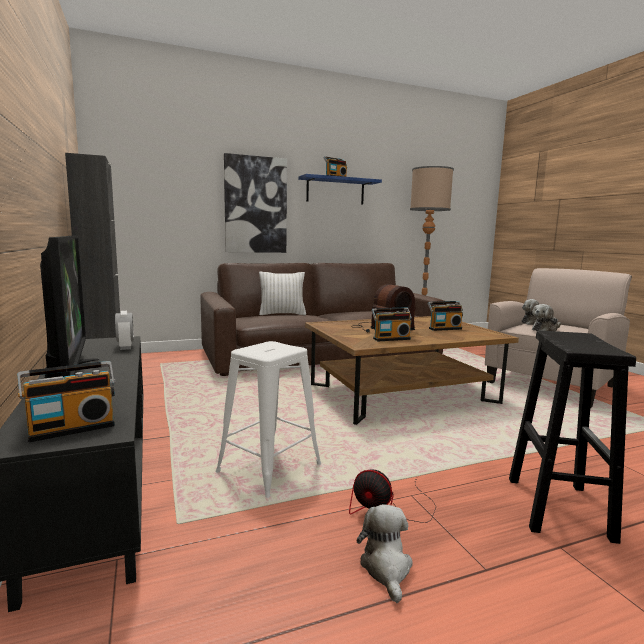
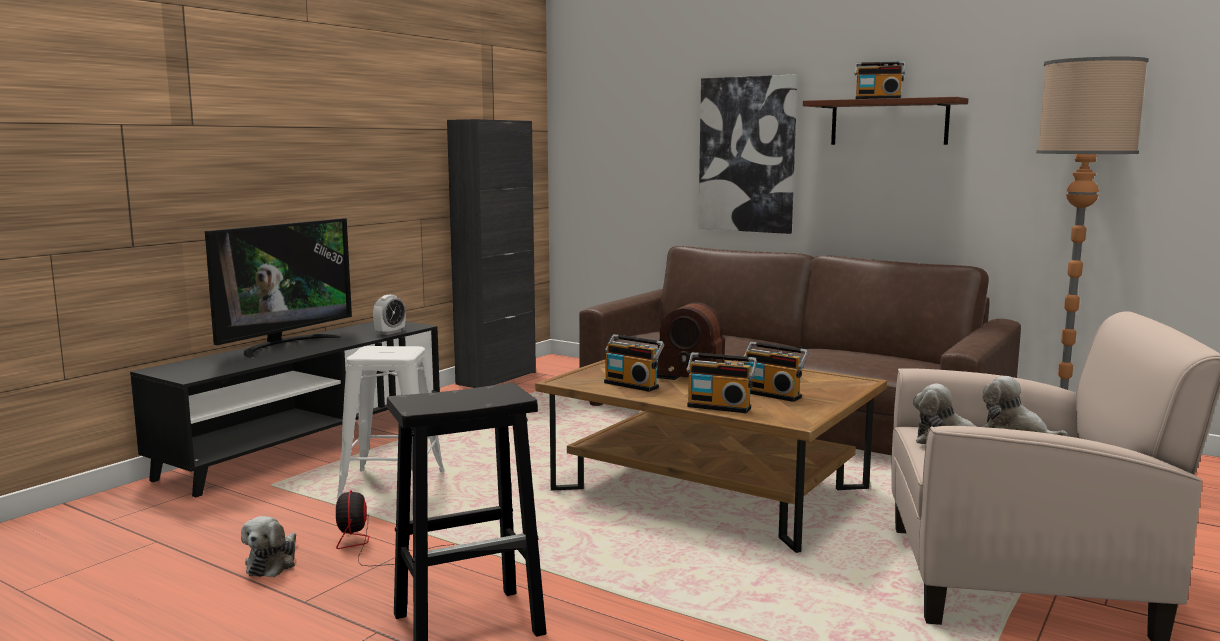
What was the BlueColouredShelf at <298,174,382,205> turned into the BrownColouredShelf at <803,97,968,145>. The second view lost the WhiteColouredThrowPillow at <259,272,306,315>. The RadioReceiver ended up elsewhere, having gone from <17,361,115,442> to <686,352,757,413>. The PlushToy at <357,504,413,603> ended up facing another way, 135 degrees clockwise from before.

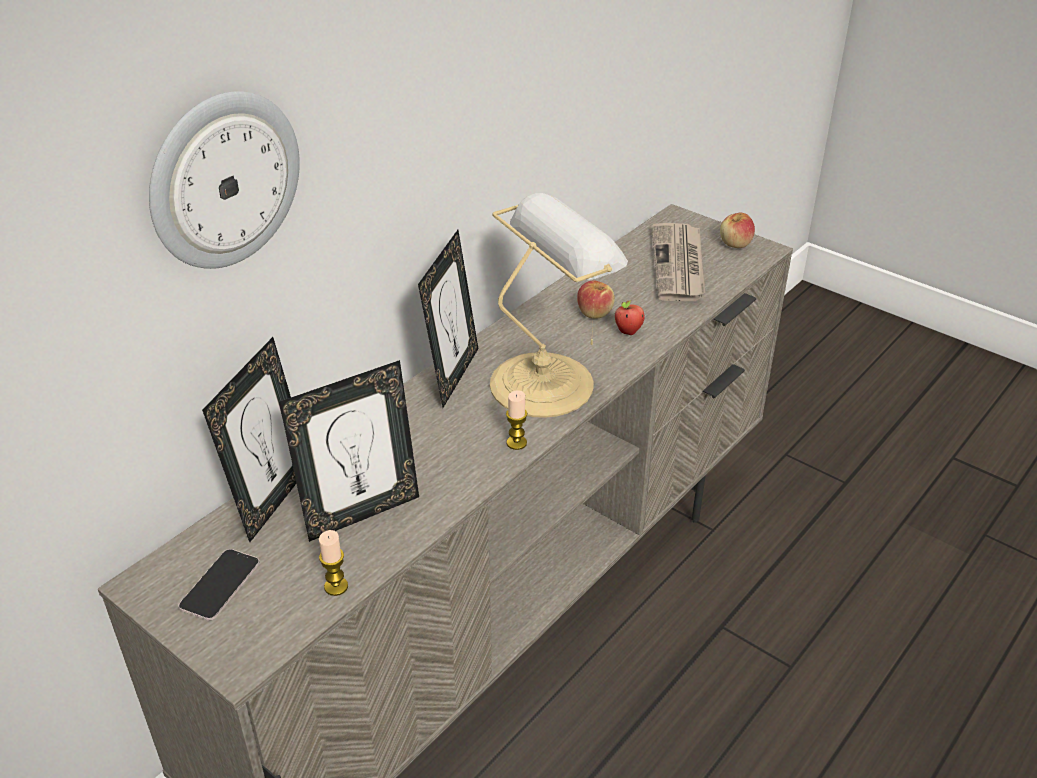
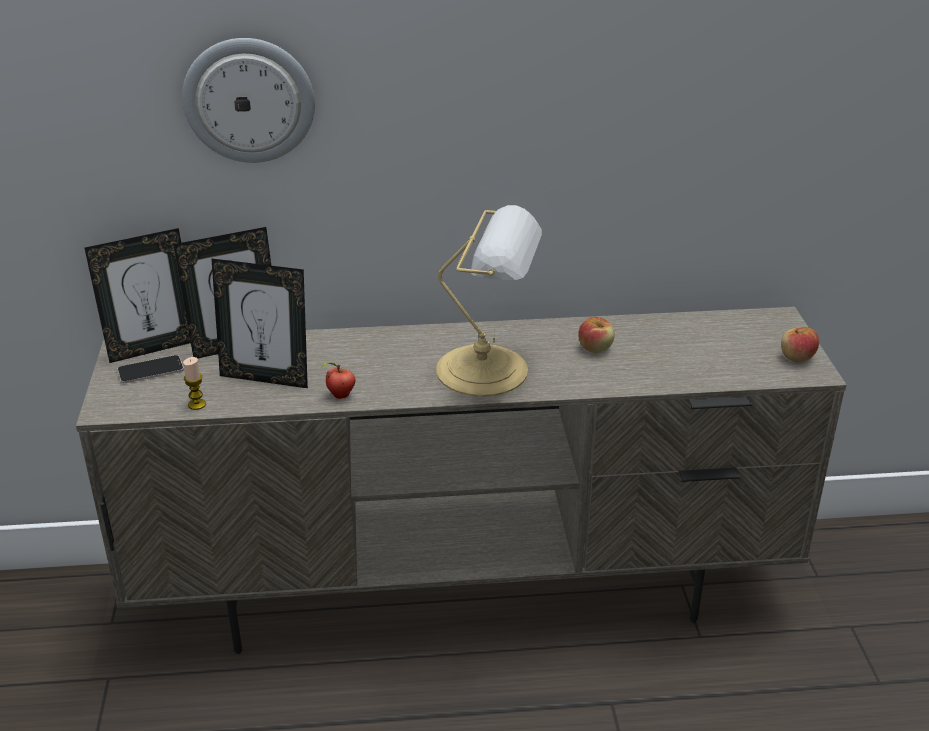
The second view lost the DailyPaper at <652,223,706,301>. The PictureFrame ended up elsewhere, having gone from <418,230,478,408> to <85,228,191,363>. The Apple ended up elsewhere, having gone from <615,300,645,335> to <322,362,355,399>. The second view lost the WaxCandle at <506,390,527,450>.

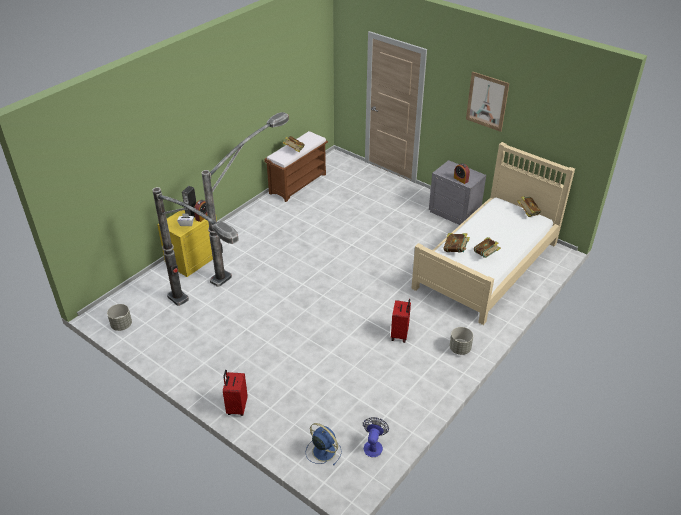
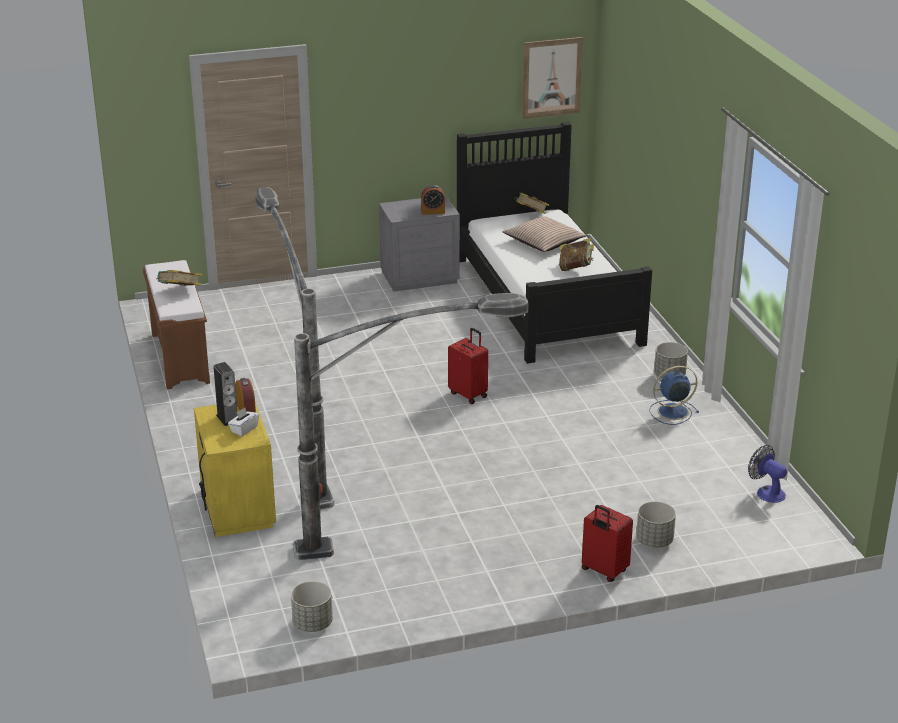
The Picture ended up elsewhere, having gone from <466,71,509,132> to <522,37,583,119>. What was the BeigeSleepingBed at <411,142,575,325> turned into the BlackishSleepingBed at <457,122,652,364>. The second view lost the Book at <443,233,470,253>. The RedColouredPieceOfLuggage ended up elsewhere, having gone from <391,299,411,343> to <448,328,488,404>. The BlueColouredFan ended up elsewhere, having gone from <305,423,342,465> to <649,366,699,425>. The second view gained the ThrowPillow at <503,216,587,252>. The second view gained the GreyishPlantPot at <636,502,676,548>.

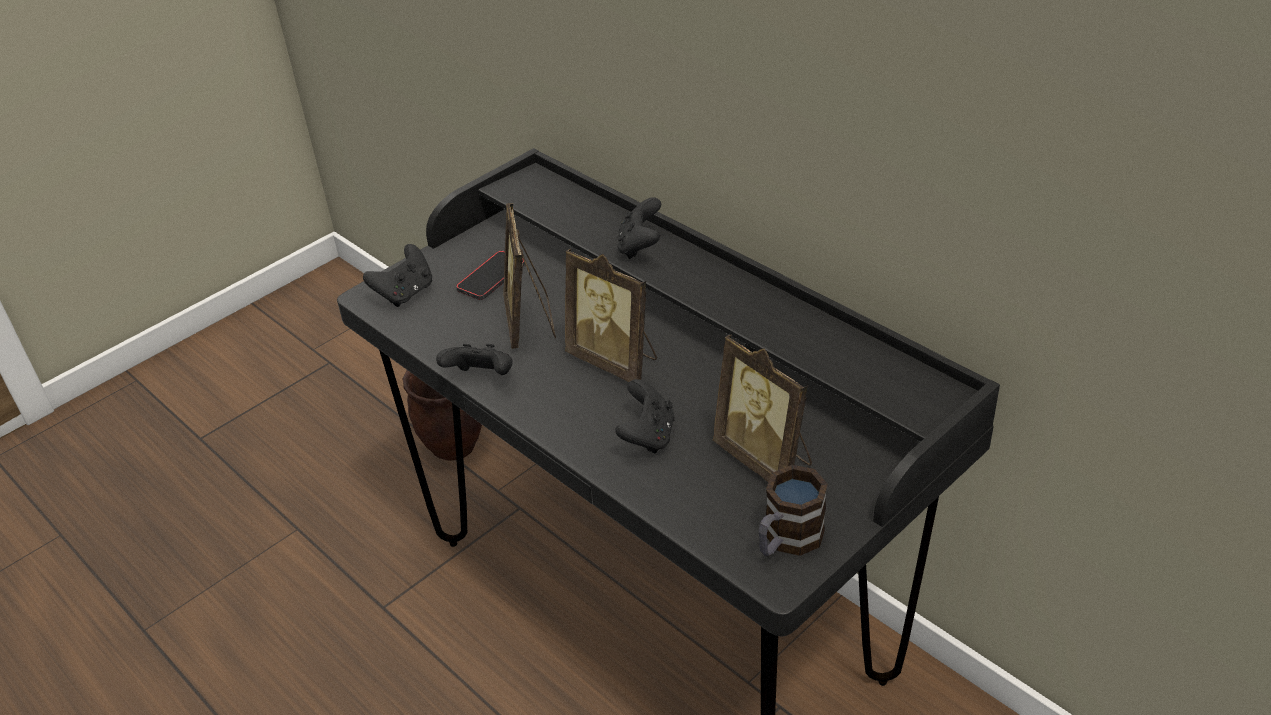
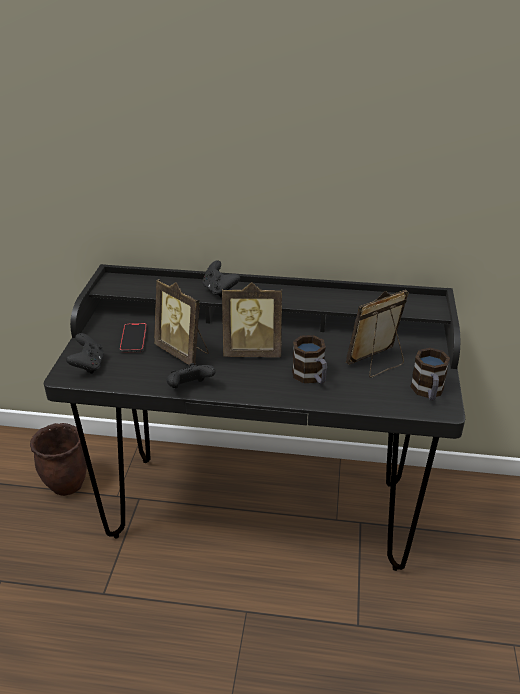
The PictureFrame at <713,335,812,482> ended up facing another way, 135 degrees clockwise from before. Where the BlackishJoypad stood at <615,379,675,453>, the Mug came to stand at <292,335,327,384>.

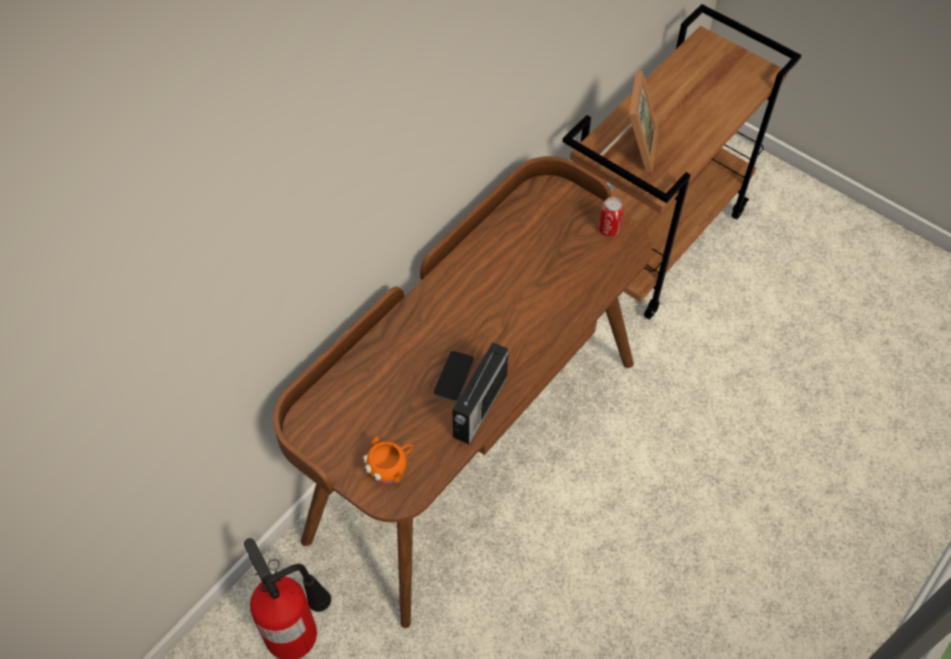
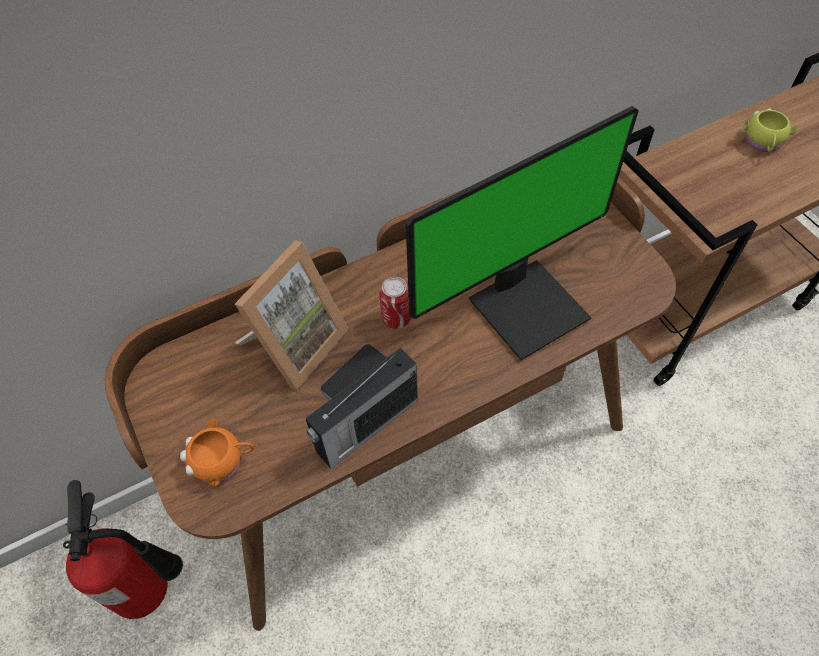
The PictureFrame ended up elsewhere, having gone from <599,71,658,172> to <235,240,348,390>. The MetalCan ended up elsewhere, having gone from <599,197,624,236> to <379,277,411,329>. The second view gained the ComputerScreen at <406,106,639,360>. The second view gained the YellowishMug at <743,109,798,152>.

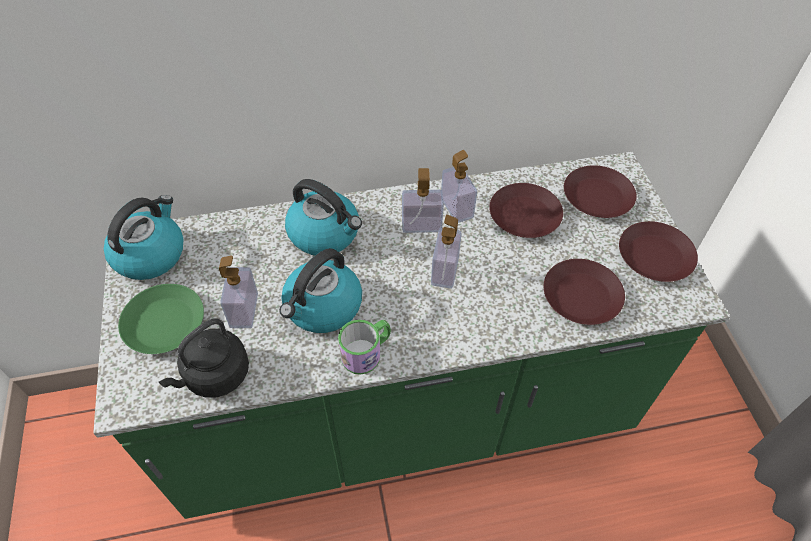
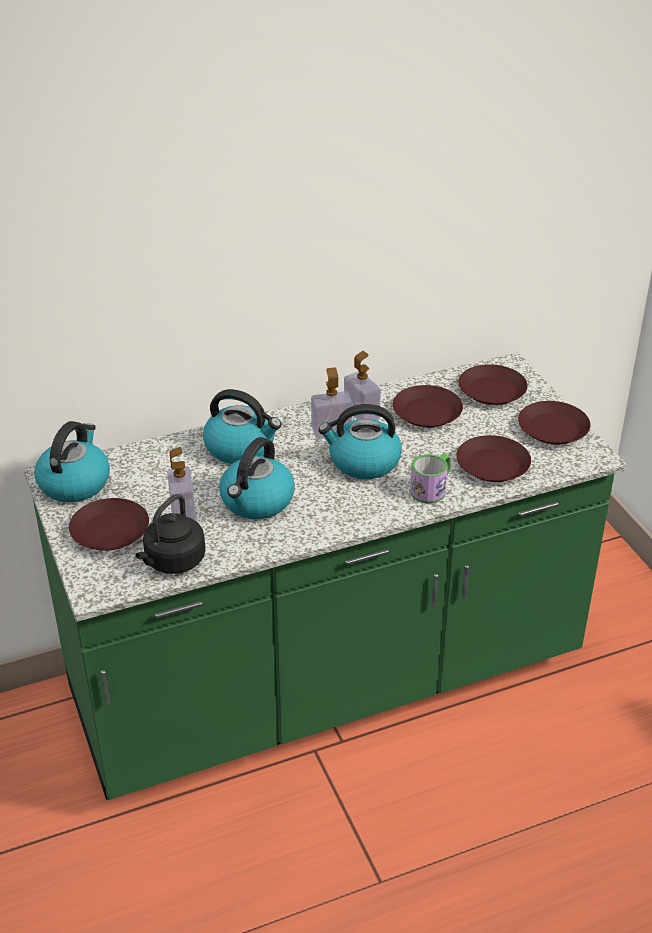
Where the SoapBottle stood at <431,215,462,289>, the TeaKettle came to stand at <318,404,402,479>. What was the GreenFlatDish at <118,284,204,354> turned into the BrownColouredFlatDish at <69,498,149,551>. The Mug ended up elsewhere, having gone from <338,320,391,375> to <410,453,451,504>.

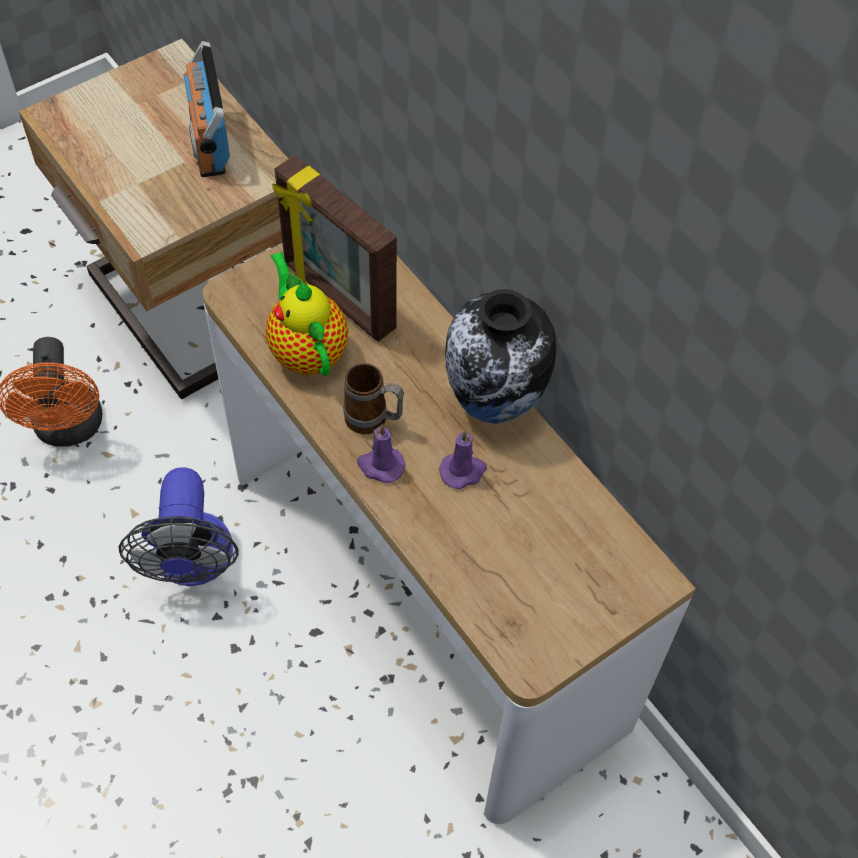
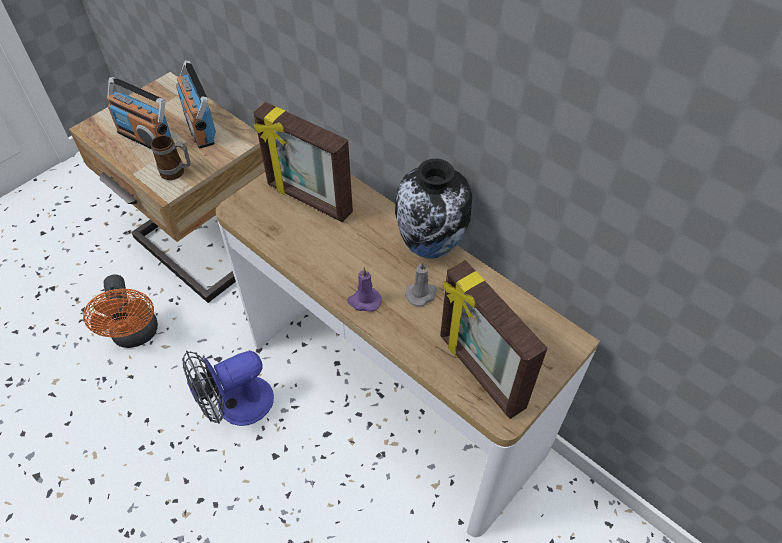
The second view lost the TeaPot at <266,252,348,376>. The Mug ended up elsewhere, having gone from <343,363,404,434> to <151,135,190,180>. What was the PurpleWaxCandle at <439,430,487,489> turned into the GreyishWaxCandle at <405,261,437,306>. The Fan at <119,467,239,586> ended up facing another way, 75 degrees clockwise from before. The second view gained the RadioReceiver at <107,77,172,149>. The second view gained the PictureFrame at <440,260,547,419>.

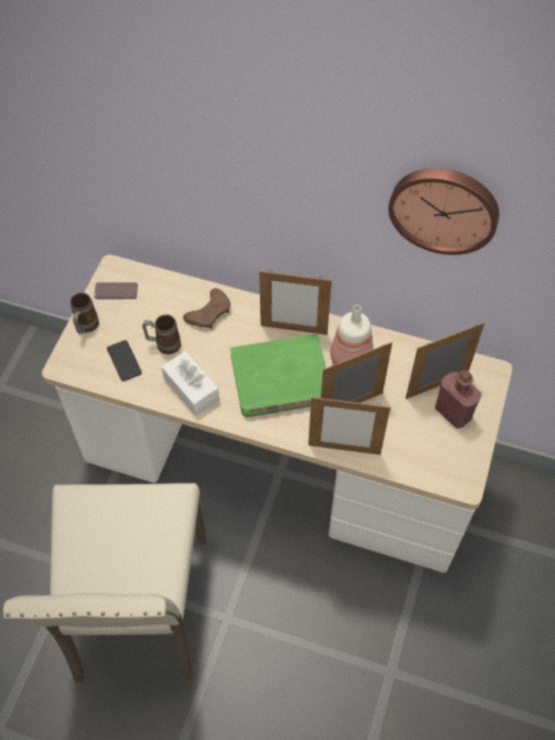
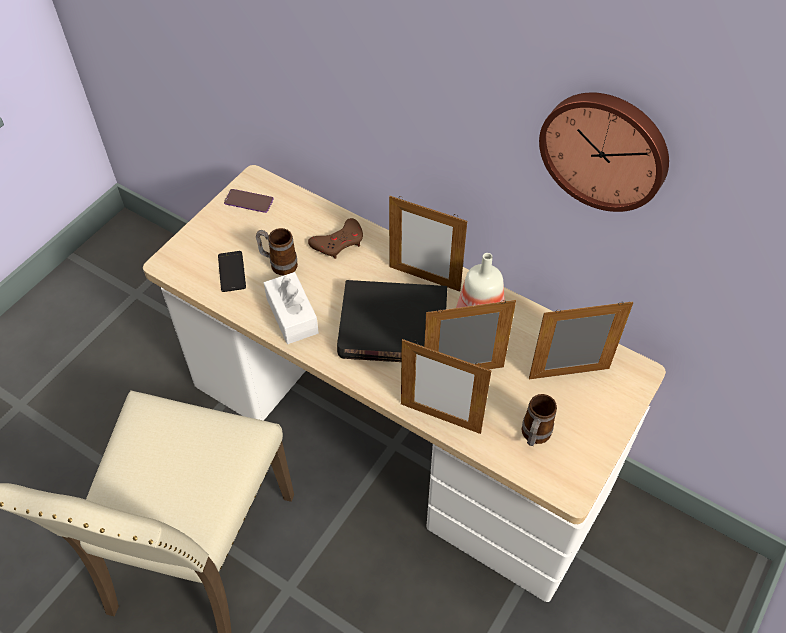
The Mug ended up elsewhere, having gone from <70,293,99,334> to <522,394,557,446>. What was the GreenBook at <230,334,326,417> turned into the BlackishBook at <337,280,447,362>. The second view lost the RedColouredDrinkBottle at <435,370,481,429>.

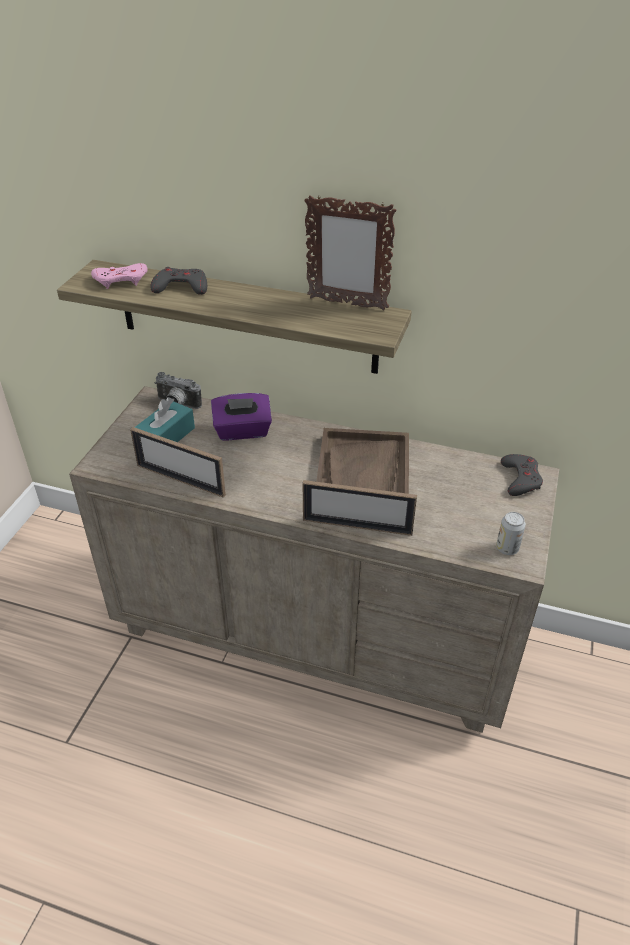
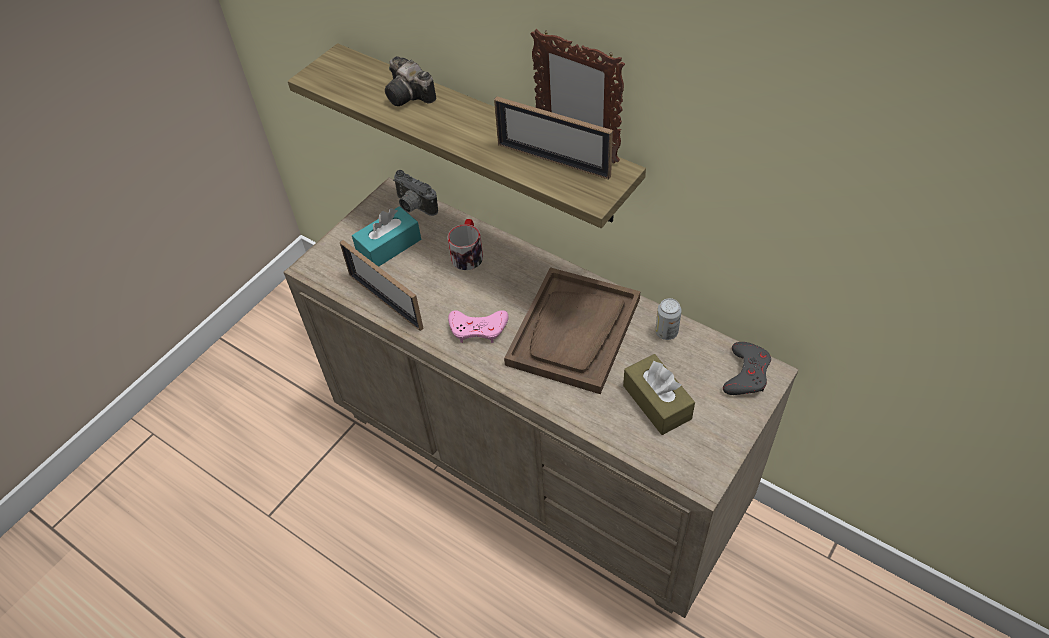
The PinkJoypad ended up elsewhere, having gone from <91,263,147,289> to <448,310,509,343>. Where the GreyishJoypad stood at <150,267,207,295>, the StillCamera came to stand at <385,56,436,106>. Where the PurpleBoxOfTissues stood at <211,393,272,440>, the Mug came to stand at <447,219,483,270>. The PictureFrame ended up elsewhere, having gone from <303,480,417,536> to <494,96,613,180>. The MetalCan ended up elsewhere, having gone from <496,512,526,555> to <655,298,682,340>. The second view gained the BrownColouredBoxOfTissues at <623,354,695,435>.

